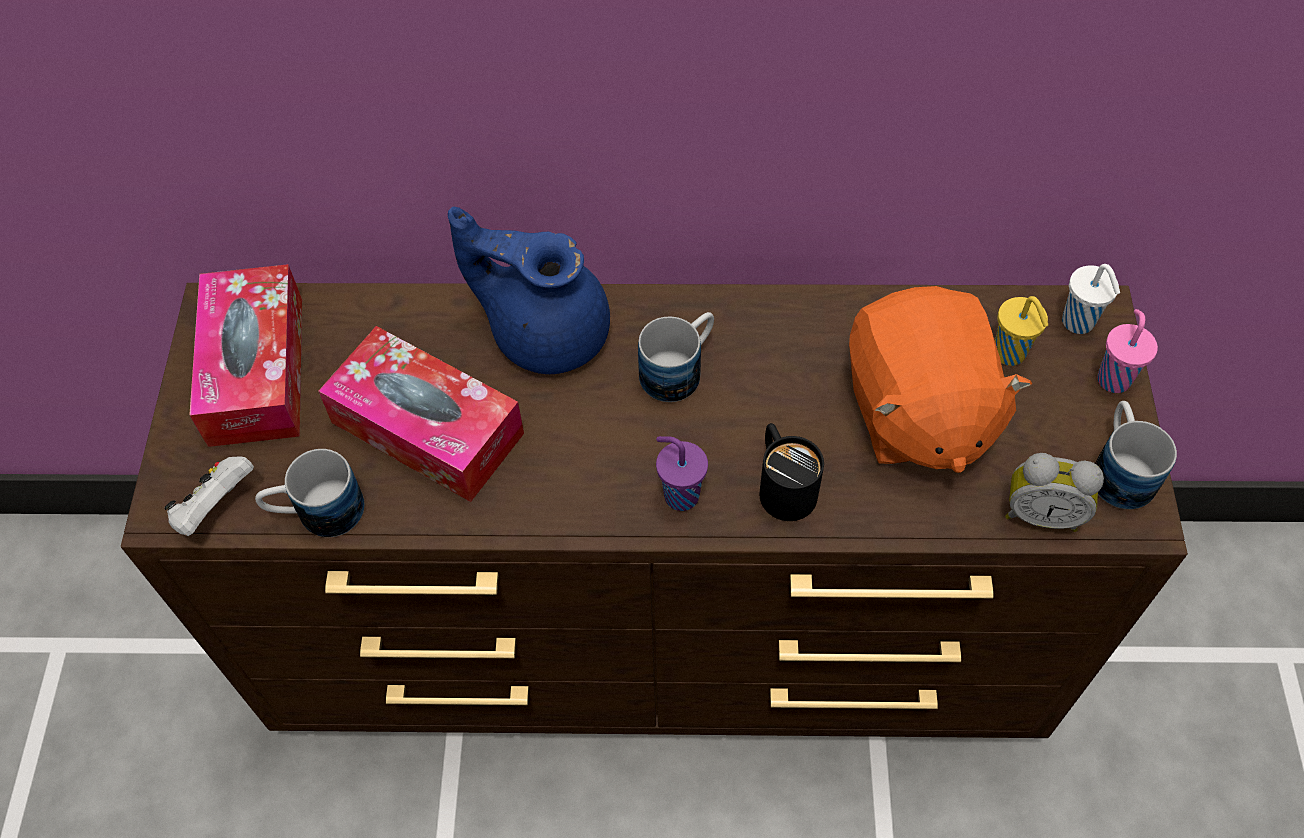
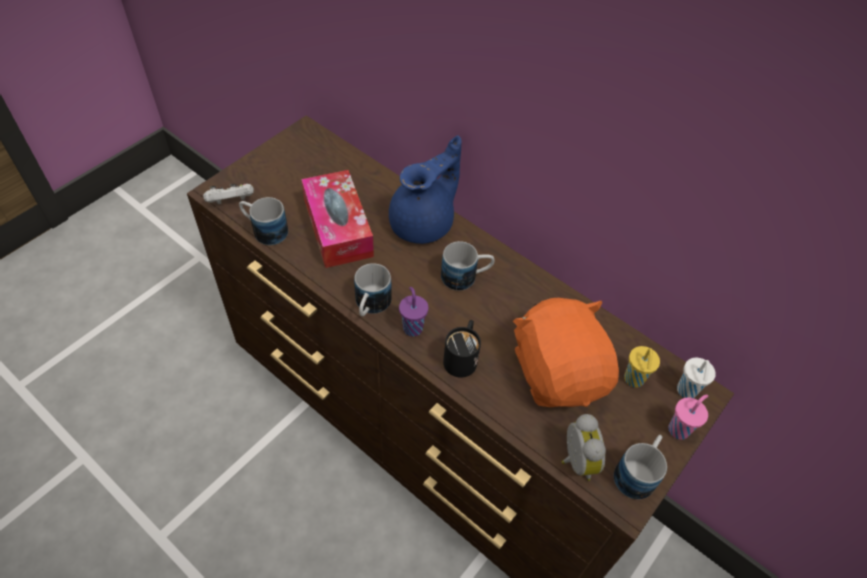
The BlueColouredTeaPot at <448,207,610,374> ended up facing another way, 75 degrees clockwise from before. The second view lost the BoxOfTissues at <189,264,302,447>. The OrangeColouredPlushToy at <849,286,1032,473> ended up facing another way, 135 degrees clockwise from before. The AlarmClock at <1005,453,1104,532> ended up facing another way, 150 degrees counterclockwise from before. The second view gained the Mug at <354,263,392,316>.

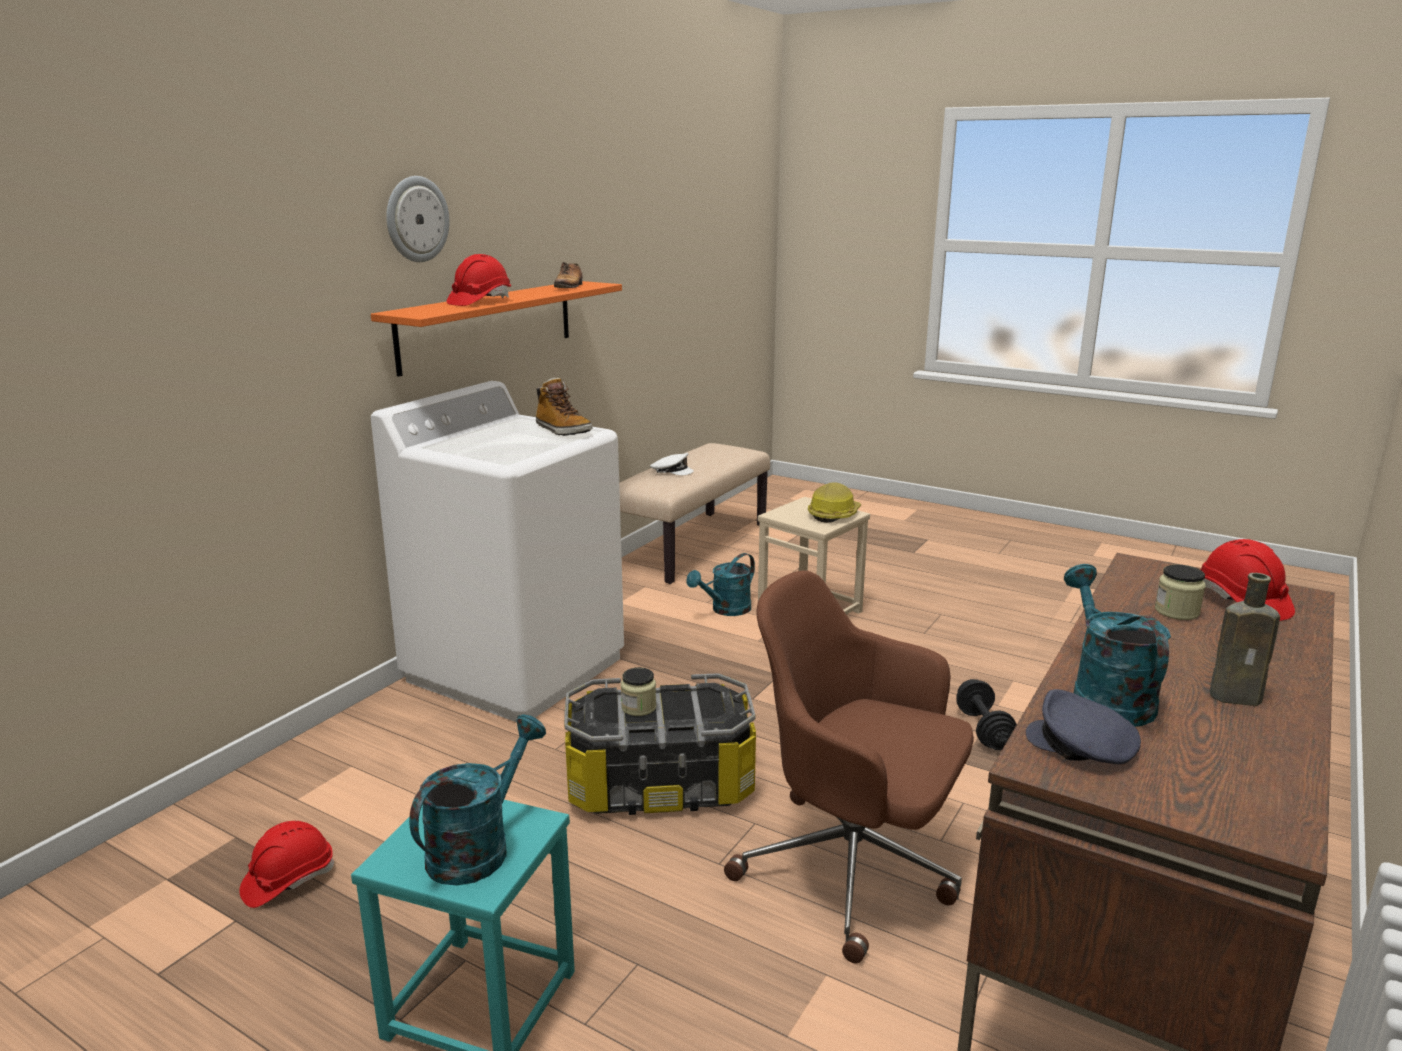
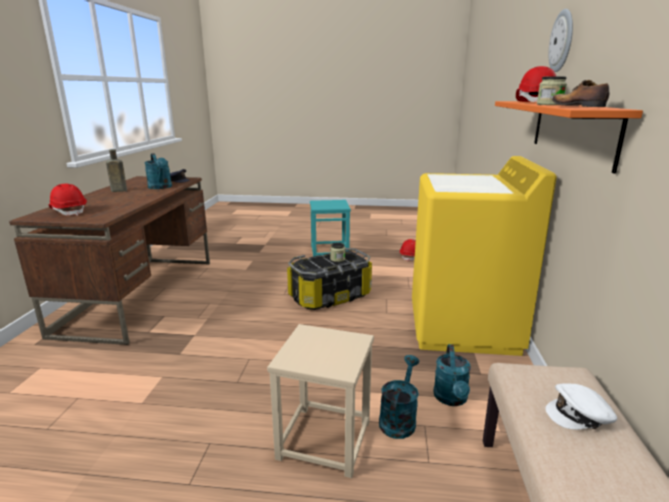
The second view lost the HighTopBoot at <536,378,593,436>. What was the WhiteColouredWashingMachine at <371,381,624,722> turned into the YellowishWashingMachine at <412,156,557,356>. The second view lost the WorkHelmet at <808,482,861,523>. The StorageJar ended up elsewhere, having gone from <1155,564,1206,620> to <537,76,567,105>. The second view lost the BrownColouredDeskChair at <724,570,974,964>. The second view lost the BlackishFreeWeight at <957,679,1017,750>. The TurquoiseColouredWateringPot ended up elsewhere, having gone from <409,714,546,886> to <433,344,471,406>.

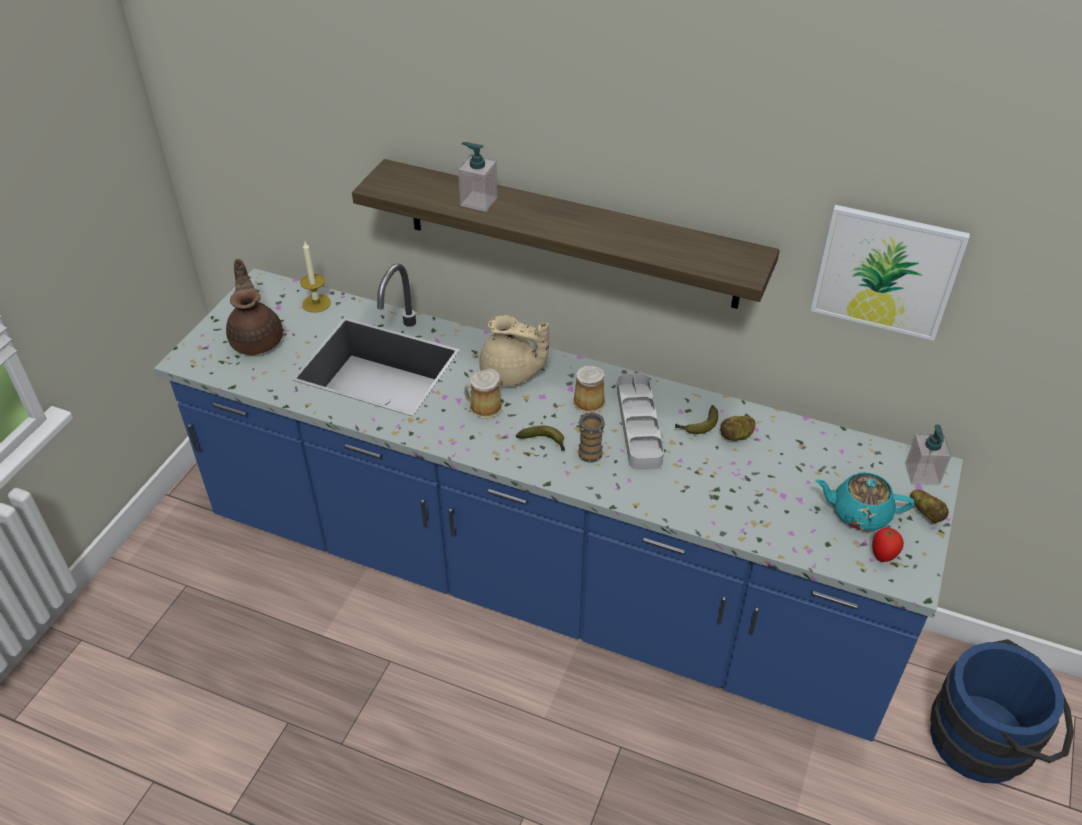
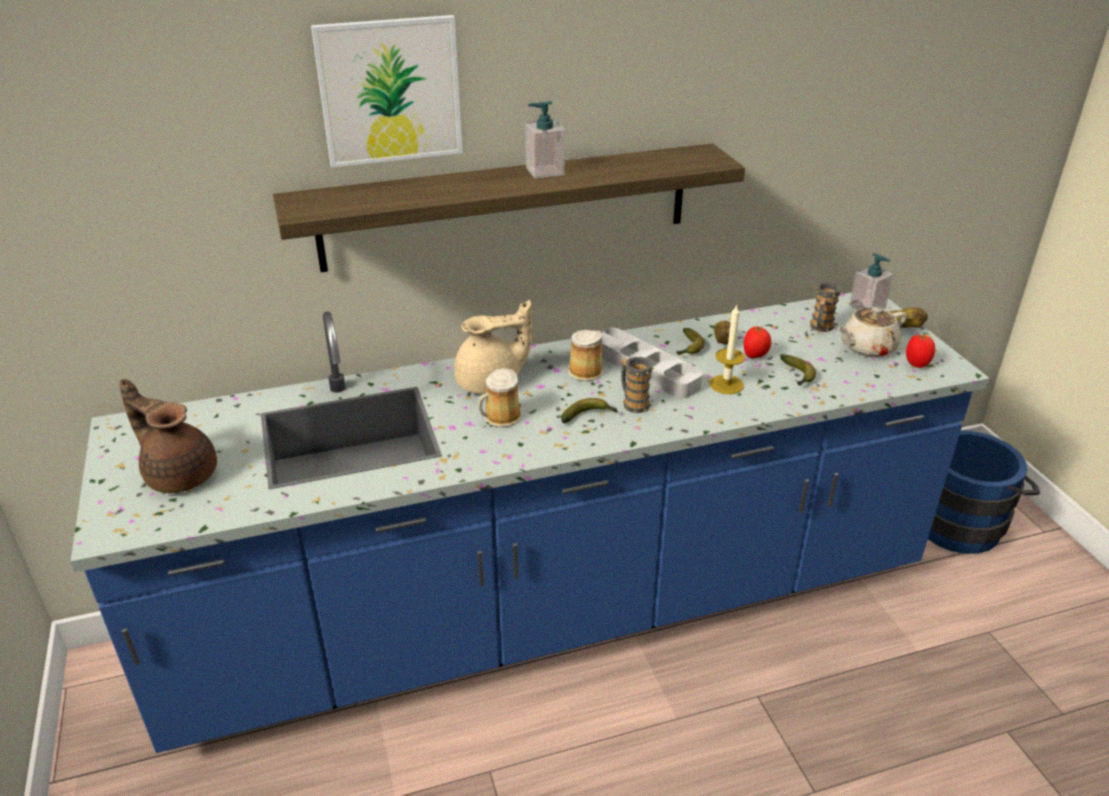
The SoapBottle ended up elsewhere, having gone from <458,142,498,212> to <525,101,565,179>. The Picture ended up elsewhere, having gone from <811,205,970,341> to <311,15,463,168>. The WaxCandle ended up elsewhere, having gone from <300,242,331,313> to <710,304,745,394>. What was the TurquoiseColouredTeaPot at <815,473,915,531> turned into the BeigeTeaPot at <837,307,906,357>. The second view gained the Mug at <809,282,842,332>. The second view gained the WholeTomato at <744,326,771,358>. The second view gained the BananaFruit at <780,355,816,386>.

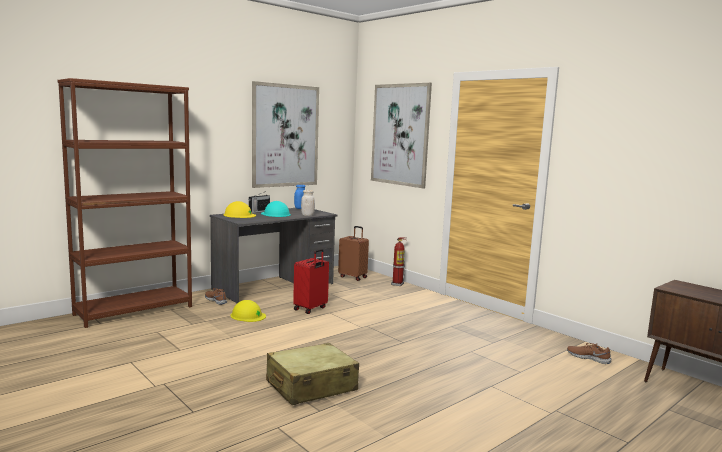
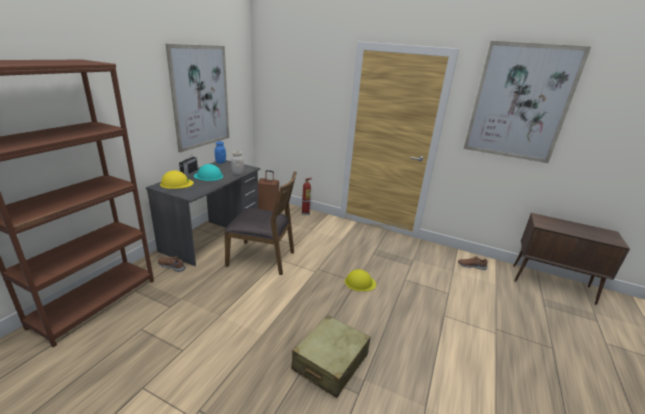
The Picture ended up elsewhere, having gone from <371,83,432,189> to <464,41,591,163>. Where the RedColouredPieceOfLuggage stood at <293,249,329,314>, the BrownColouredPlainChair came to stand at <224,171,297,275>. The YellowishWorkHelmet ended up elsewhere, having gone from <230,300,266,322> to <345,269,376,291>.

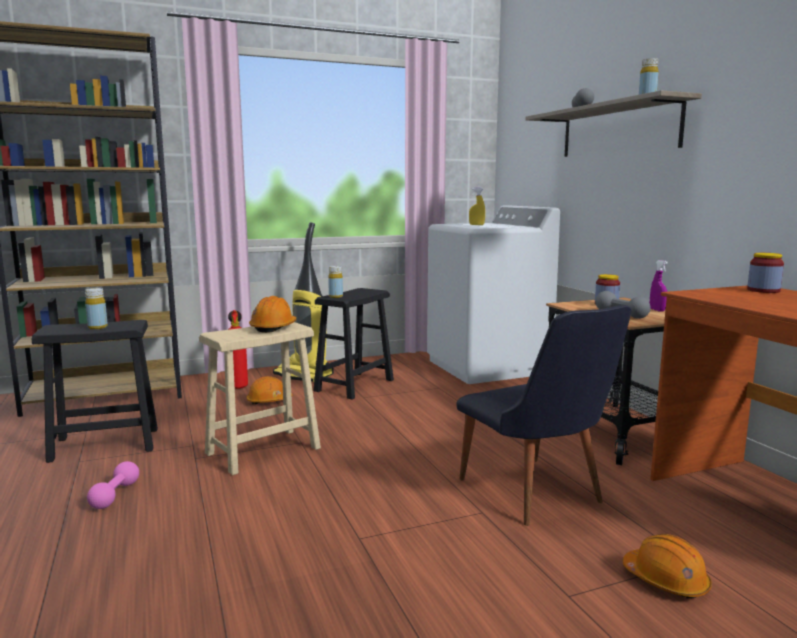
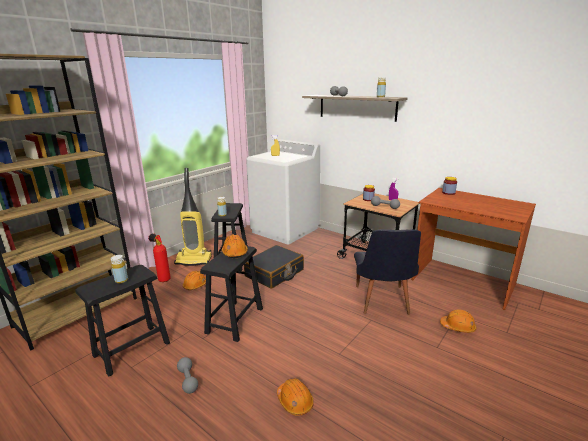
The BlackishPlainChair at <457,305,632,526> ended up facing another way, 60 degrees clockwise from before. What was the BeigeStoolSeat at <199,322,321,475> turned into the BlackishStoolSeat at <200,246,263,342>. What was the PinkFreeWeight at <87,461,139,509> turned into the GreyishFreeWeight at <177,357,198,394>. The second view gained the BlackishPieceOfLuggage at <244,245,304,289>. The second view gained the OrangeColouredWorkHelmet at <277,378,314,416>.

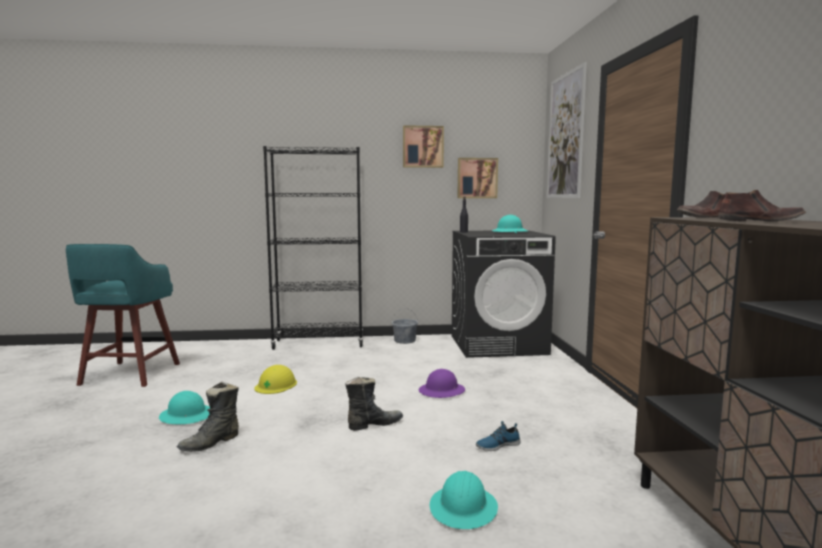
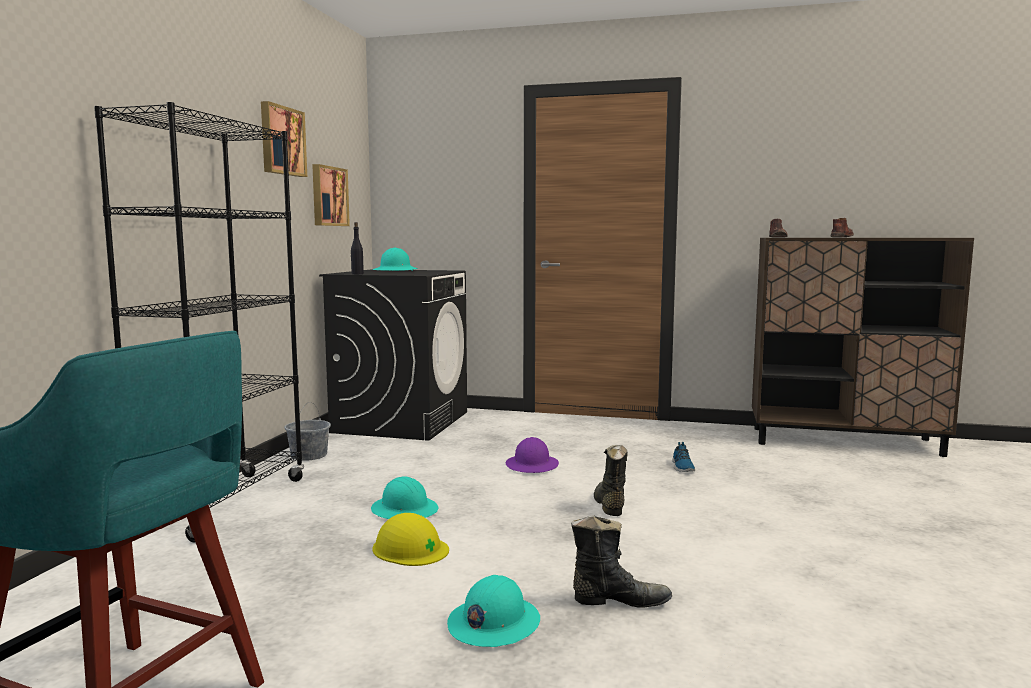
The second view lost the Picture at <547,62,587,198>. The BlackishHighTopBoot at <177,382,239,452> ended up facing another way, 60 degrees counterclockwise from before. The TurquoiseColouredWorkHelmet ended up elsewhere, having gone from <430,471,498,529> to <371,476,438,519>.

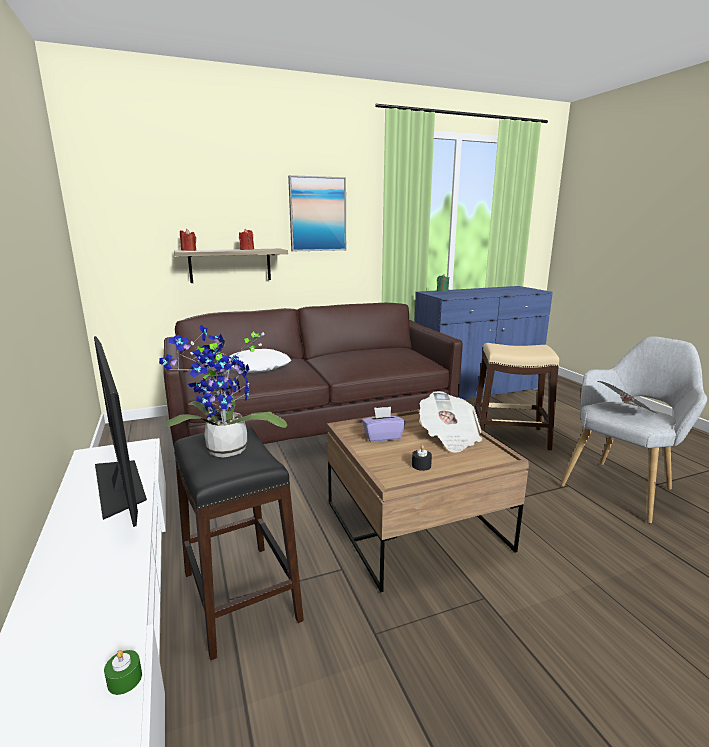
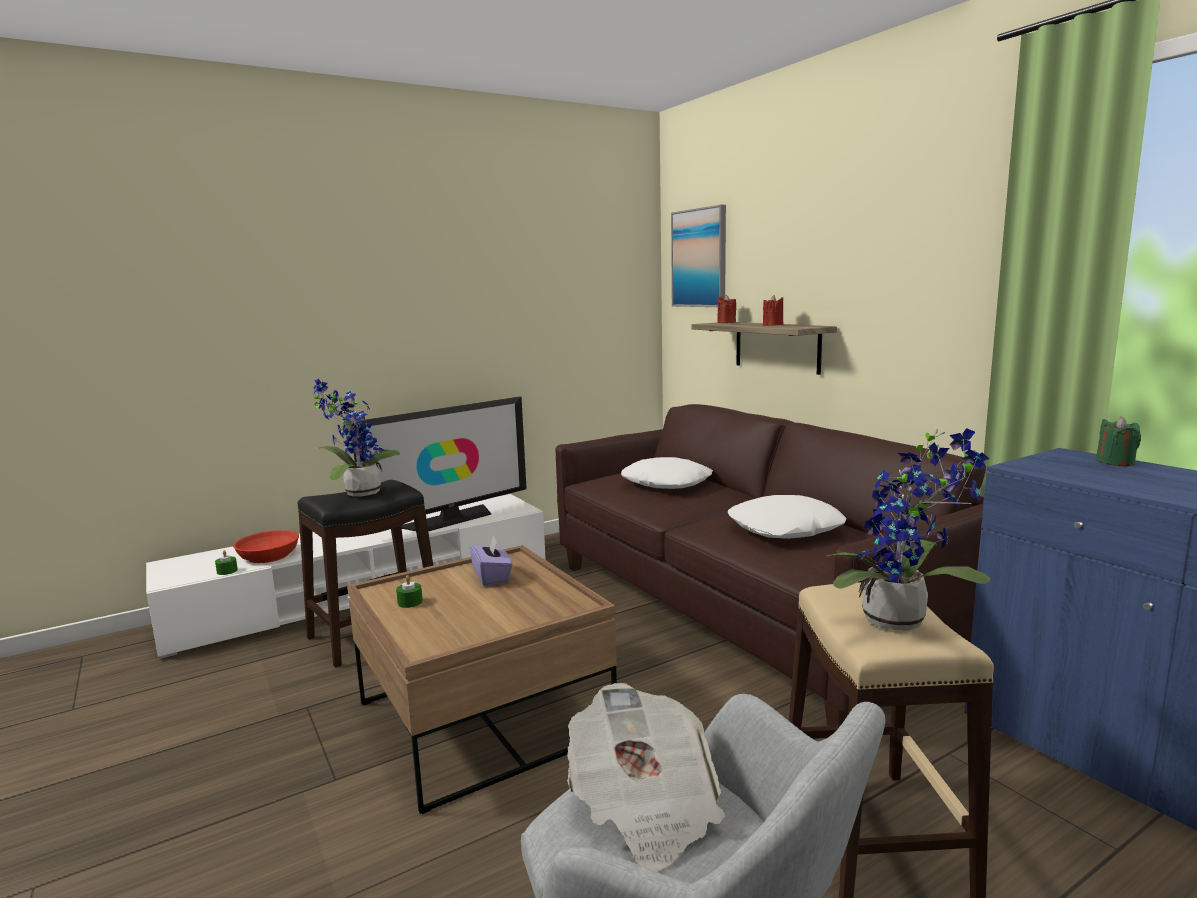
The Picture ended up elsewhere, having gone from <288,175,346,251> to <671,205,726,307>. The second view lost the DailyPaper at <419,391,482,453>. What was the BlackishWaxCandle at <412,445,432,471> turned into the GreenWaxCandle at <396,575,423,608>. The second view gained the Houseplant at <827,428,990,631>. The second view gained the WhiteColouredThrowPillow at <728,495,846,539>. The second view gained the RedColouredBowl at <233,530,299,563>.

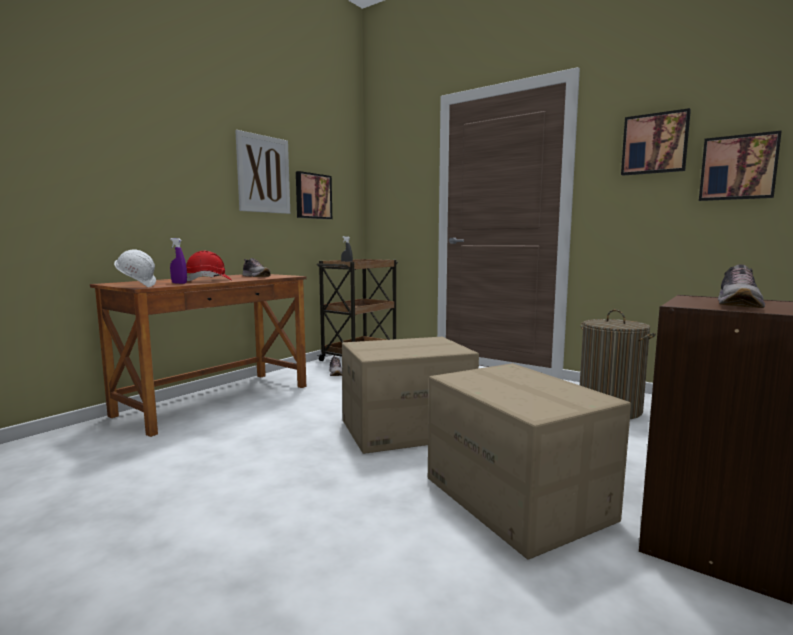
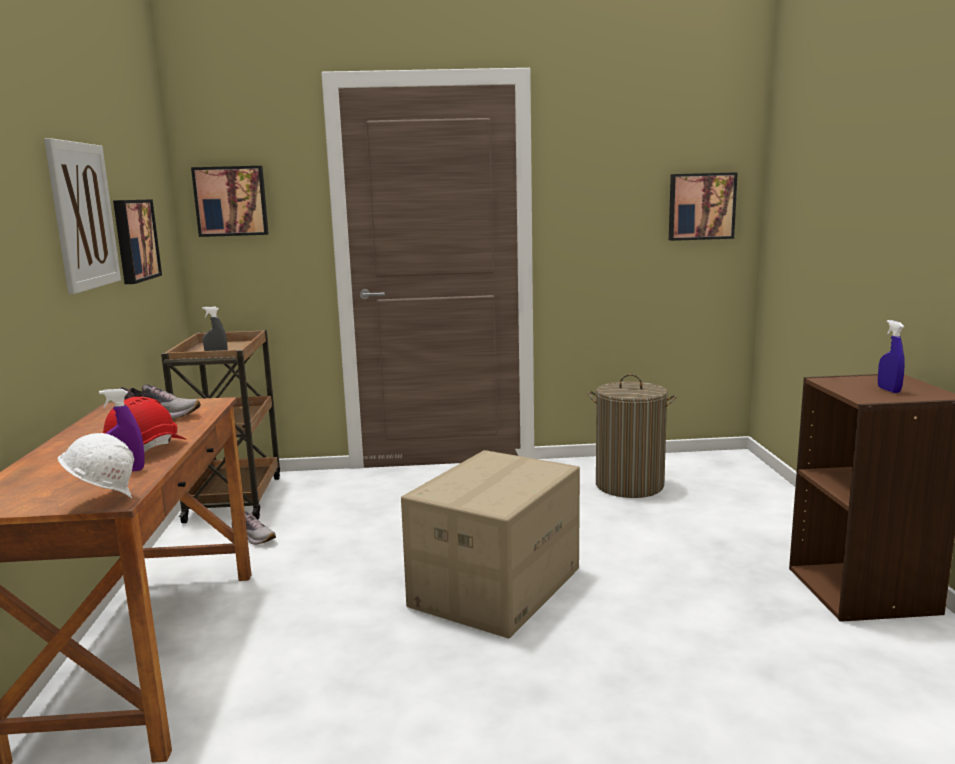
The Picture ended up elsewhere, having gone from <621,108,691,176> to <191,166,269,237>. Where the Shoe stood at <718,264,765,308>, the BlueColouredSprayer came to stand at <878,320,905,393>. The second view lost the PackingBox at <428,363,631,559>.

